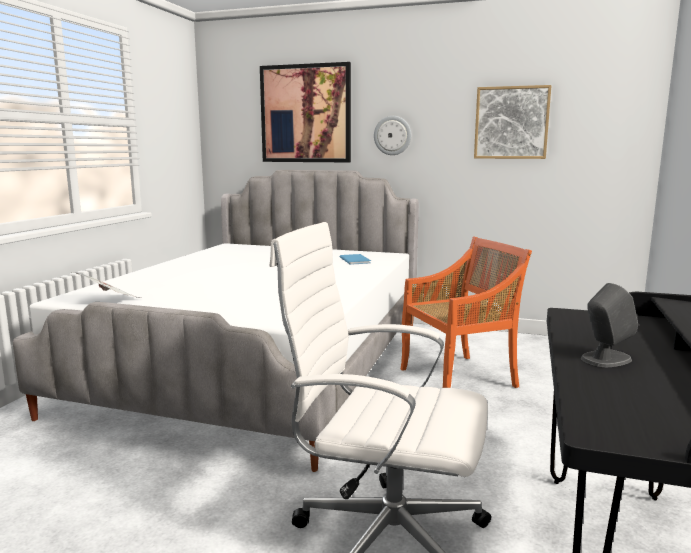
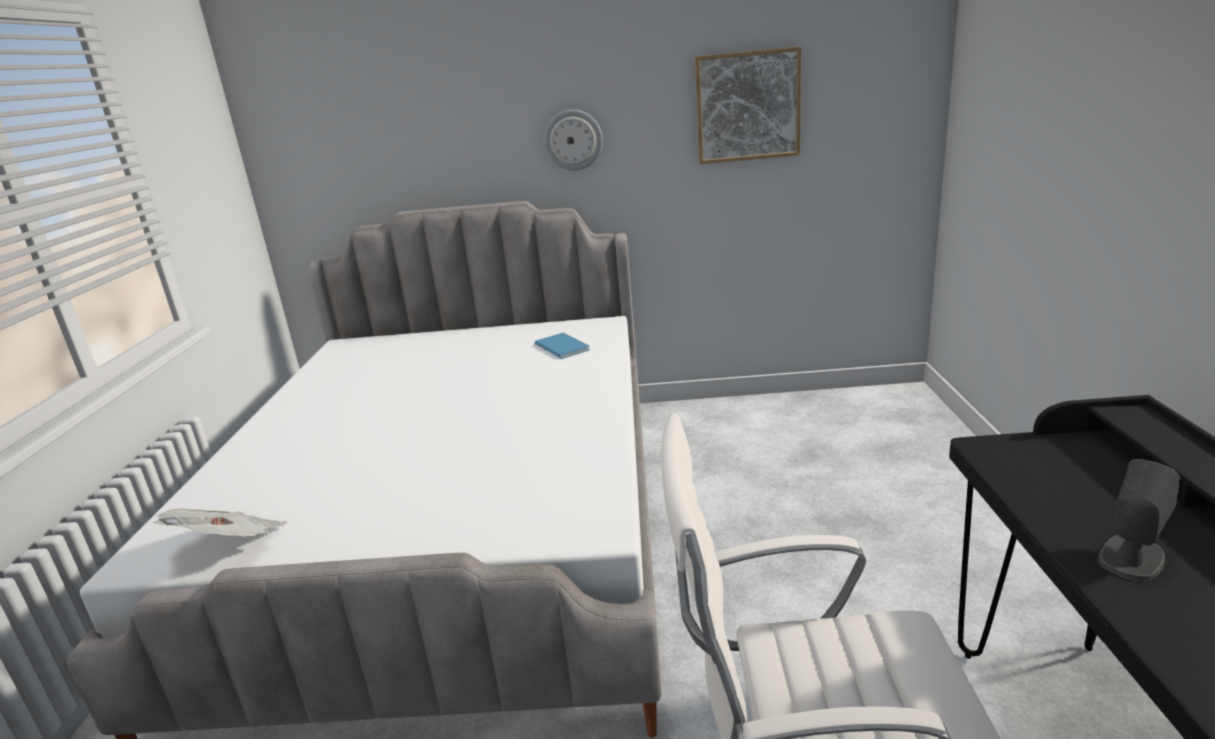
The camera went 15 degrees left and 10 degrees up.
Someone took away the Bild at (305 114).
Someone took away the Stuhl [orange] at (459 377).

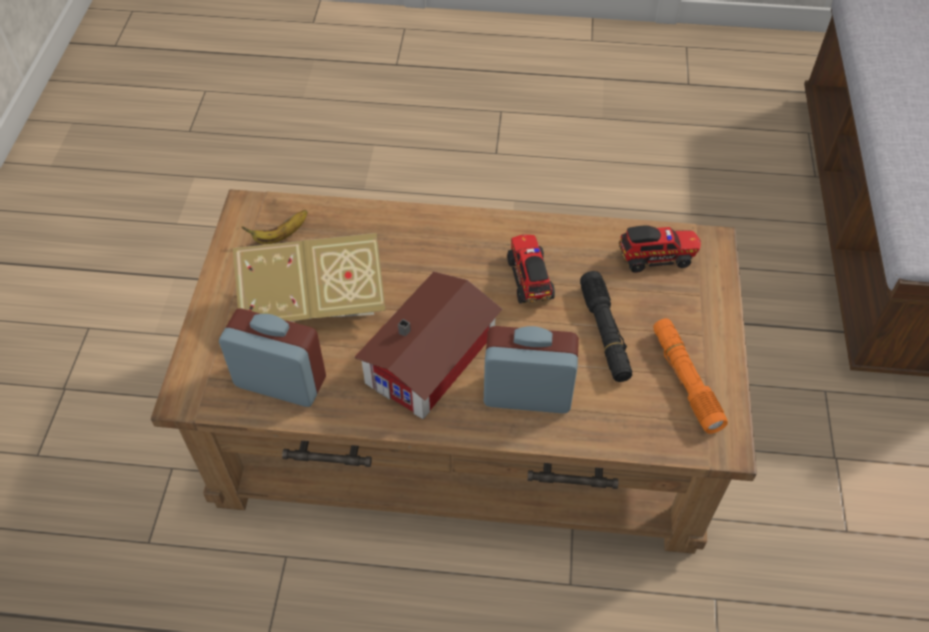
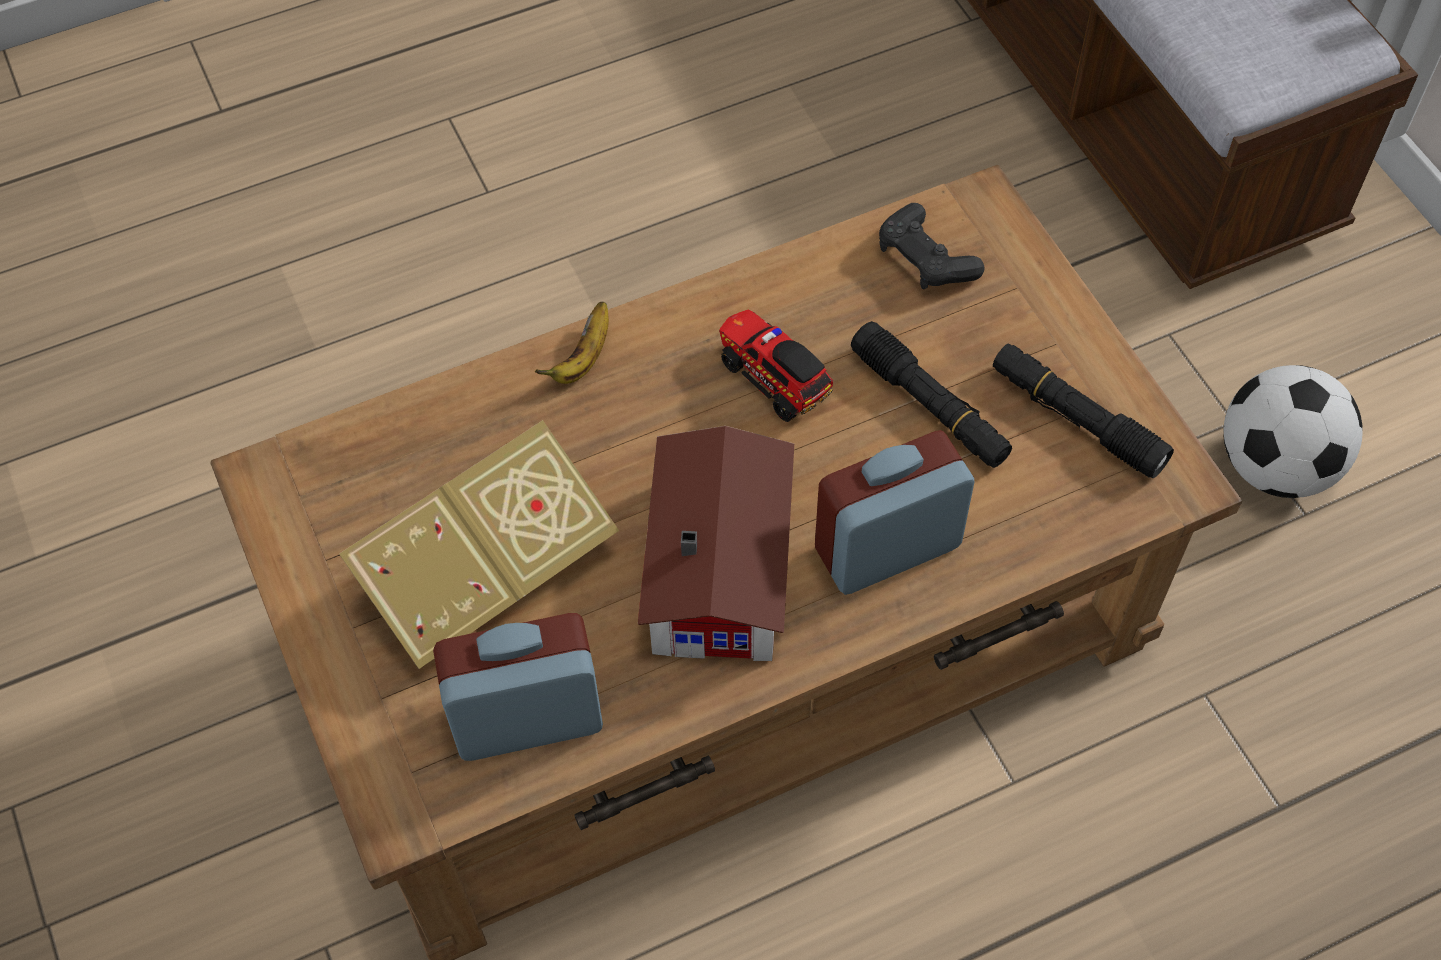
The camera went 30 degrees left and 5 degrees up.
Someone put down the Fußball at (1276 467).
Someone carried the Banane from (280 236) to (583 359).
Someone swapped the Spielzeuglaster at (657 257) for the Gamepad [schwarz] at (925 259).
Someone repainted the Taschenlampe [orange] at (685 380), which became the Taschenlampe [schwarz] at (1076 419).

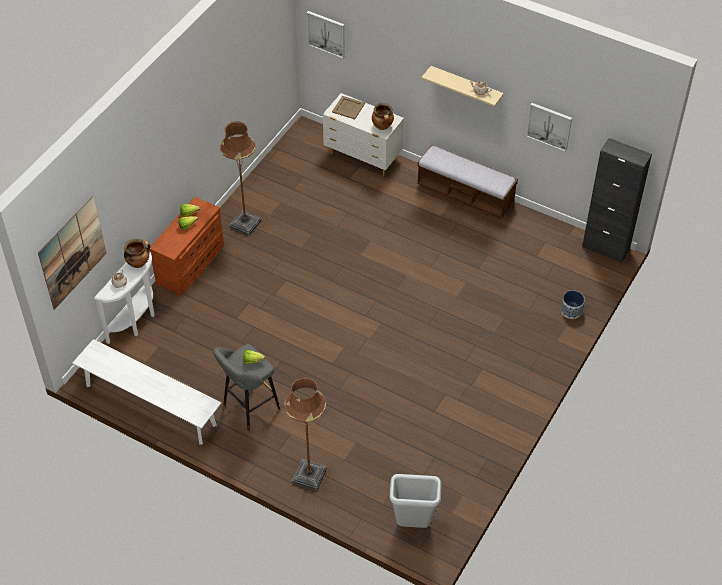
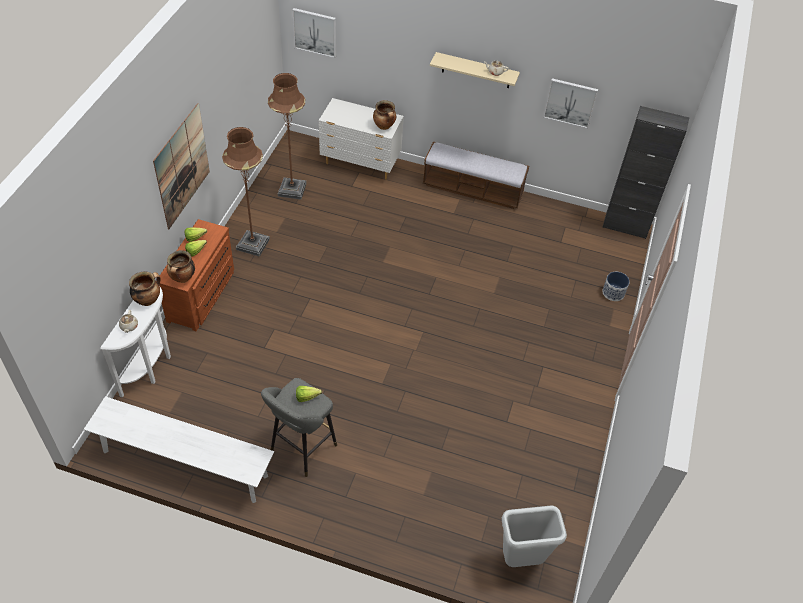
The camera went 15 degrees left and 0 degrees up.
Someone took away the Tablett [beige] at (348 108).
Someone put down the Kochtopf at (183 278).
Someone carried the Bild from (72 252) to (182 166).
Someone carried the Stehlampe [braun] from (309 475) to (292 189).

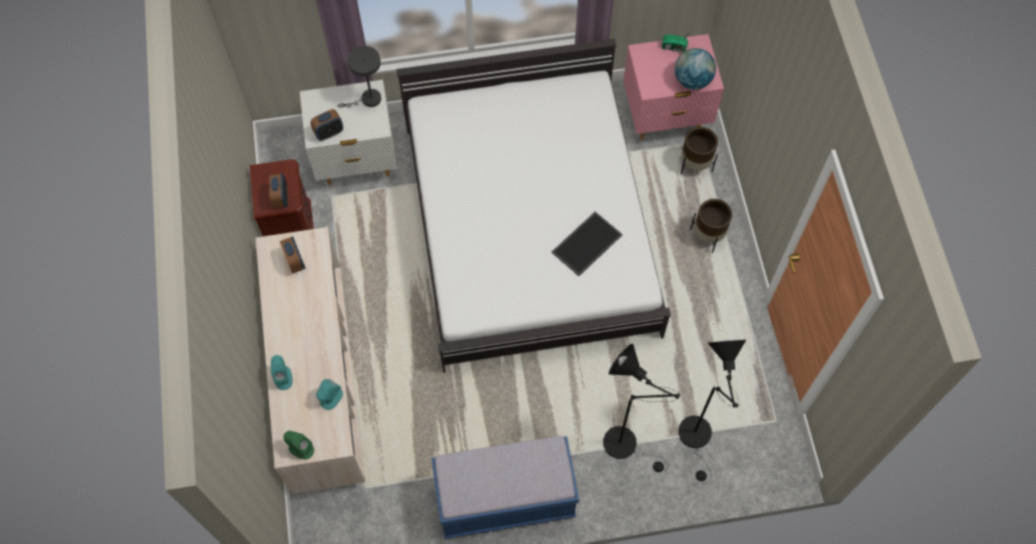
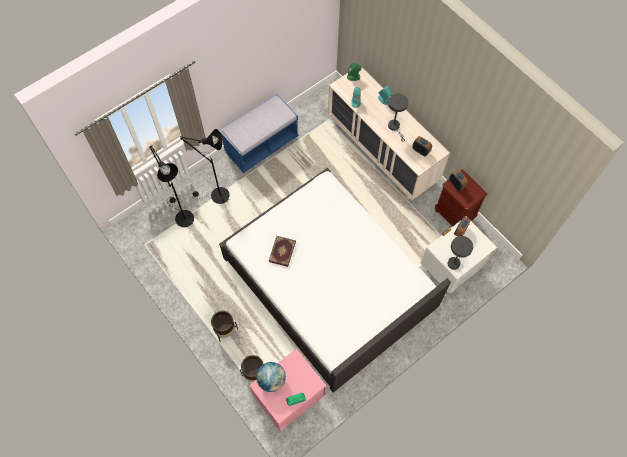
The camera went 150 degrees right and 0 degrees up.
Someone put down the Tischlampe [grau] at (395 127).
Someone swapped the Tablett at (586 242) for the Buch at (282 252).

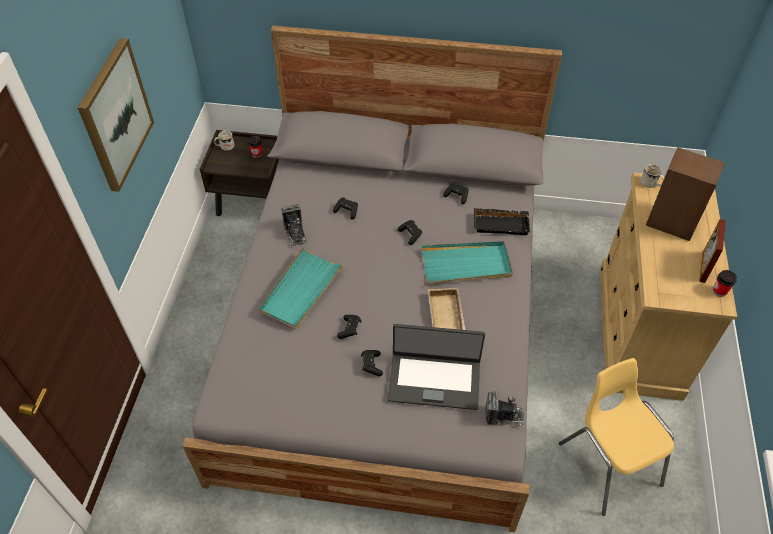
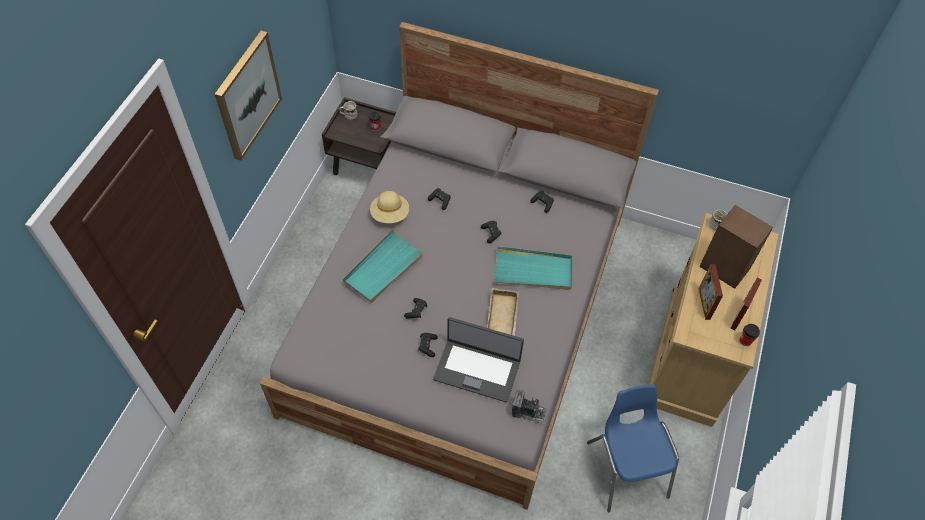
The camera went 10 degrees right and 5 degrees up.
Someone took away the Tablett [schwarz] at (501 223).
Someone put down the Bilderrahmen at (704 304).
Someone swapped the Kamera at (295 233) for the Hut [beige] at (390 214).
Someone repainted the Stuhl [gelb] at (608 463), which became the Stuhl [blau] at (626 468).

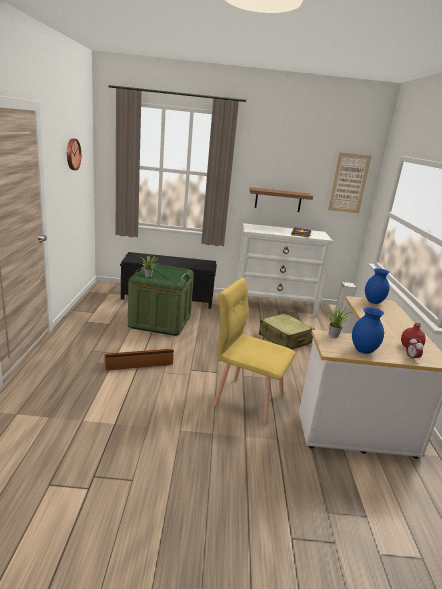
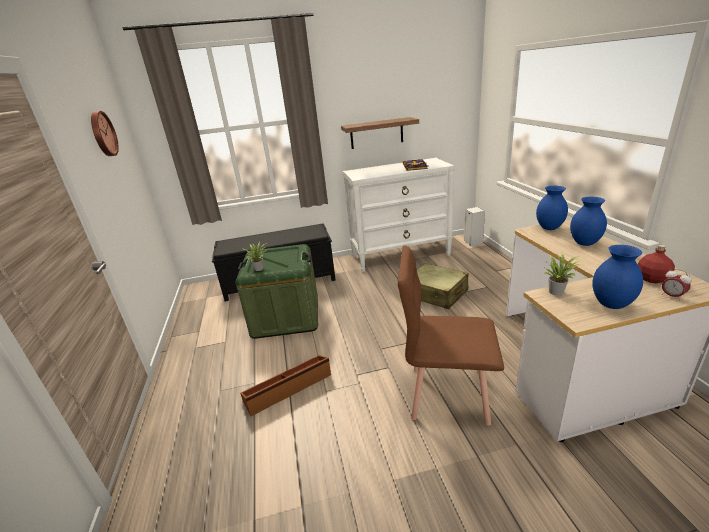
The camera went 10 degrees left and 5 degrees up.
Someone took away the Bild at (349 183).
Someone put down the Vase [blau] at (584 243).
Someone repainted the Stuhl [gelb] at (248 399), which became the Stuhl [braun] at (447 393).

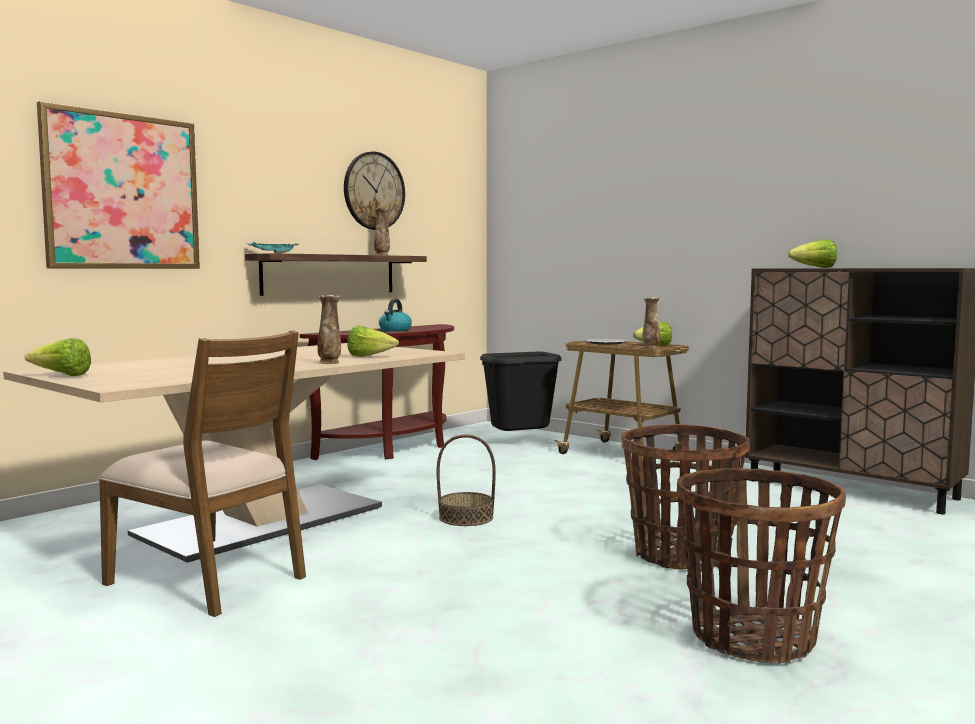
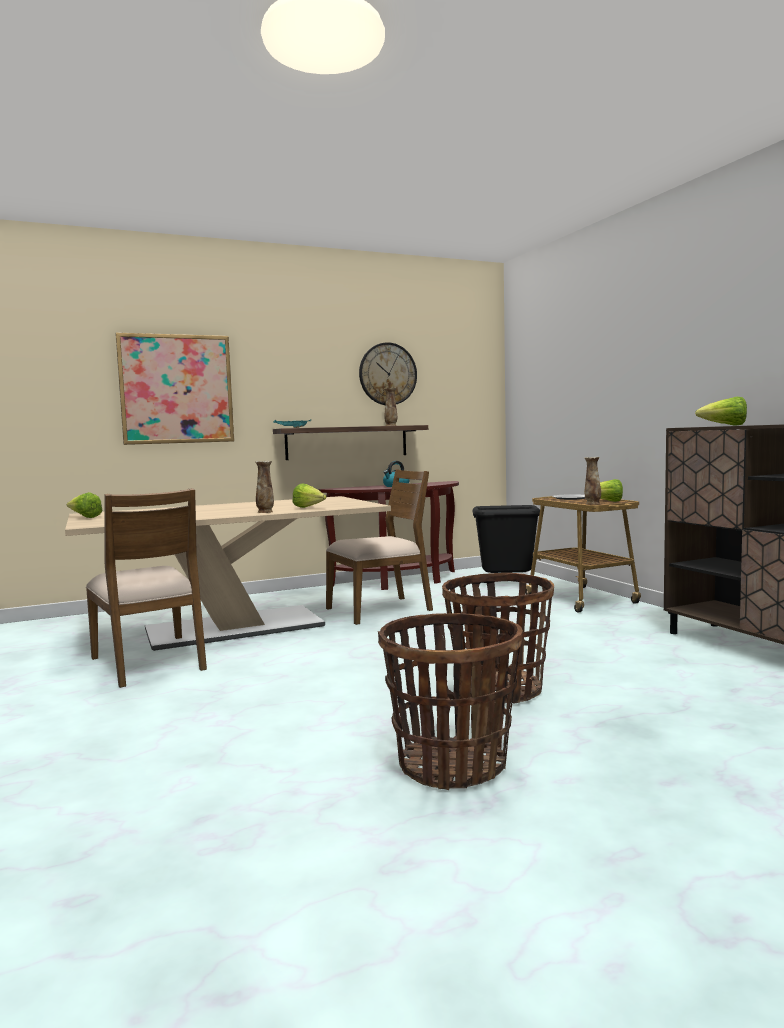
The camera went 25 degrees right and 0 degrees up.
Someone took away the Korb at (466 517).
Someone put down the Stuhl [braun] at (380 609).

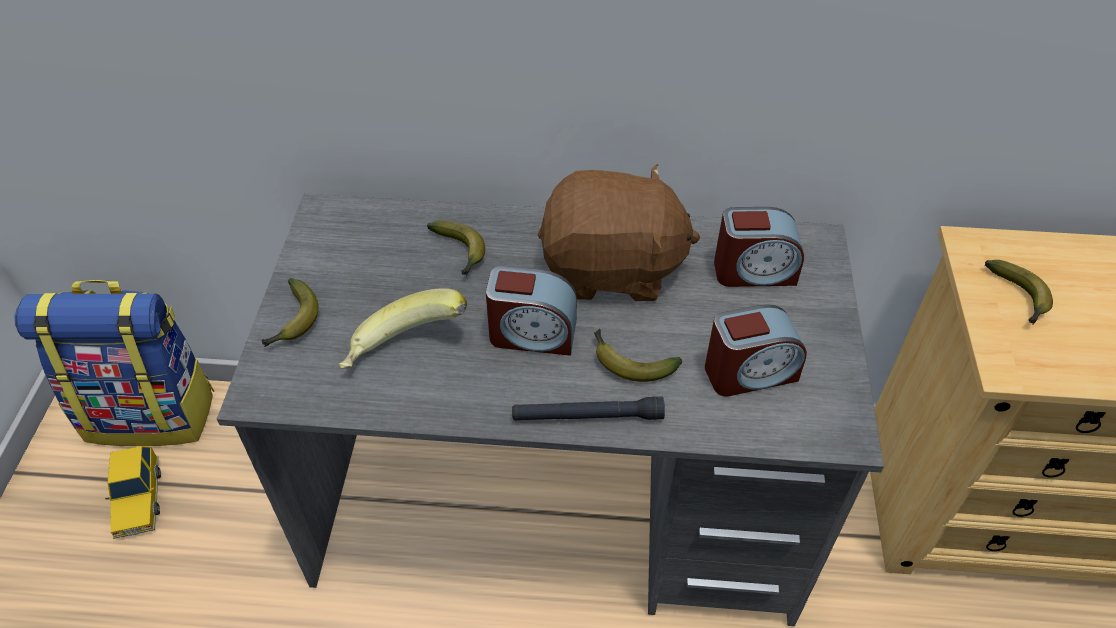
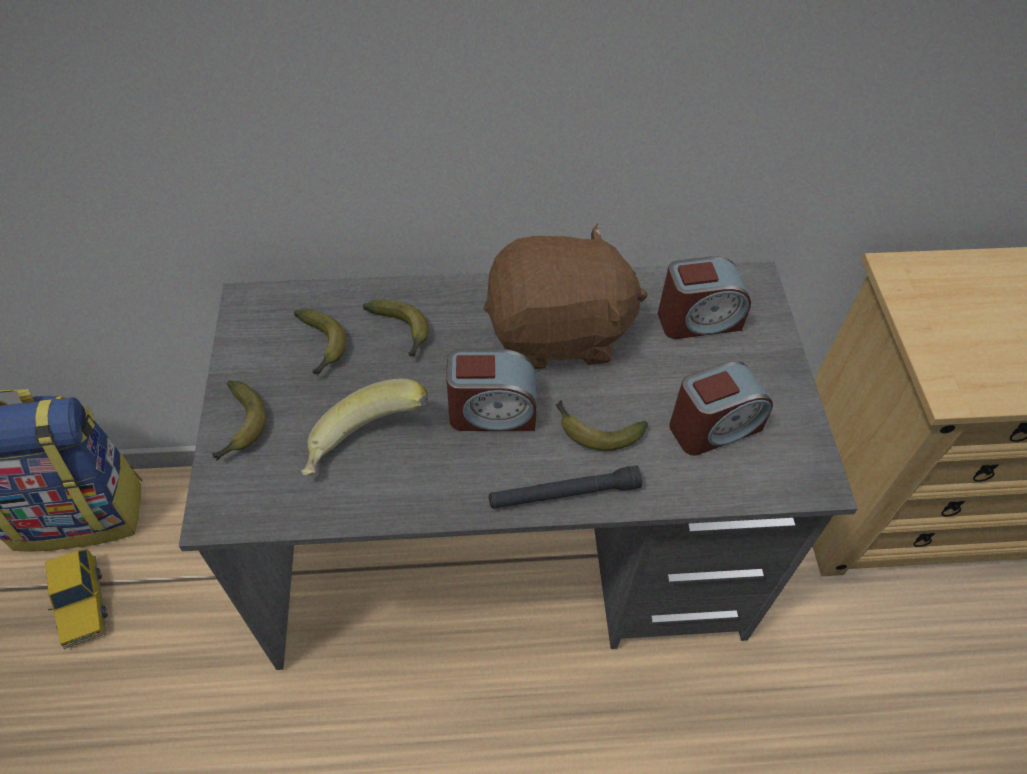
The camera went 10 degrees left and 5 degrees up.
Someone carried the Banane from (1018 298) to (321 347).

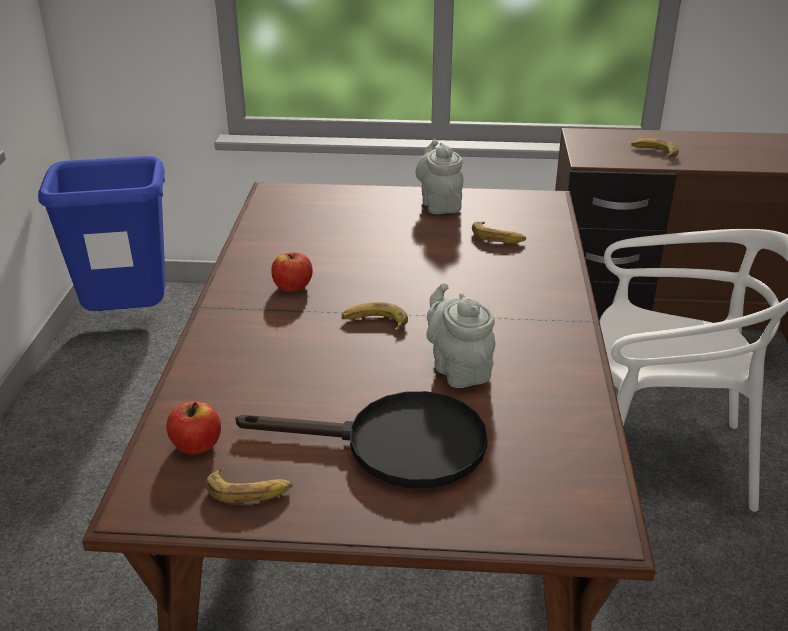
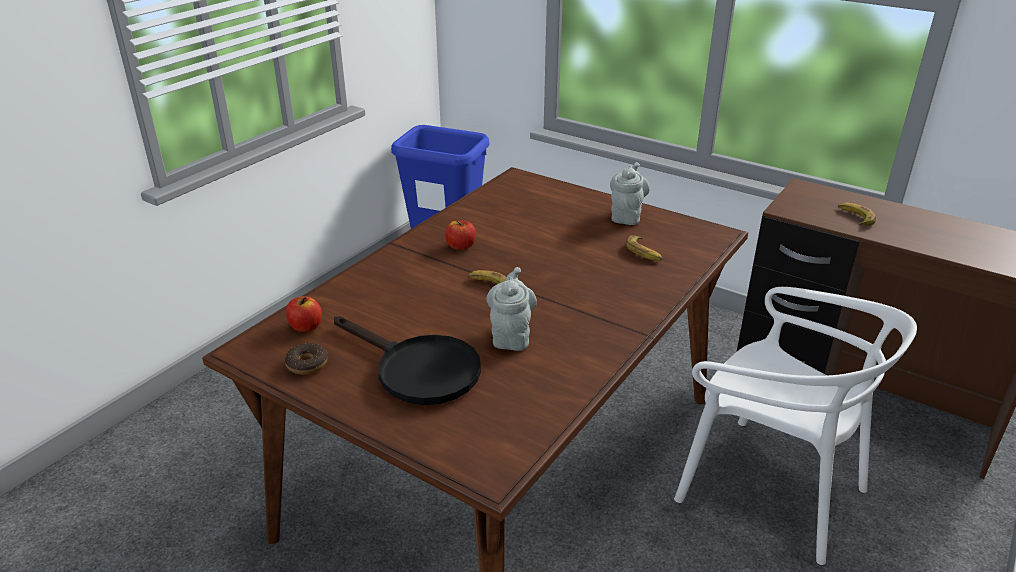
The camera went 30 degrees right and 0 degrees up.
Someone swapped the Banane at (249 491) for the Donut at (307 364).

